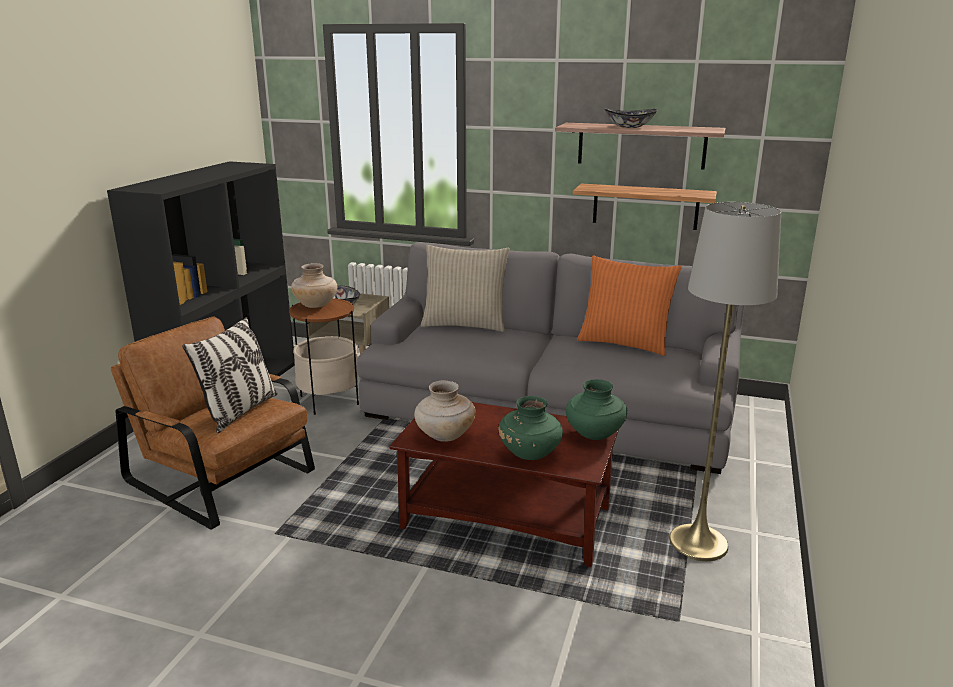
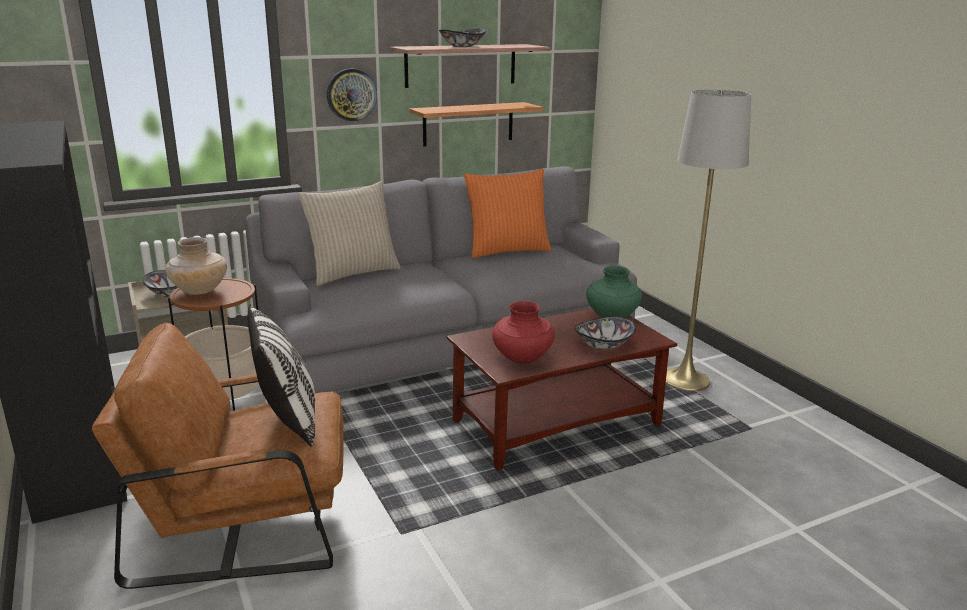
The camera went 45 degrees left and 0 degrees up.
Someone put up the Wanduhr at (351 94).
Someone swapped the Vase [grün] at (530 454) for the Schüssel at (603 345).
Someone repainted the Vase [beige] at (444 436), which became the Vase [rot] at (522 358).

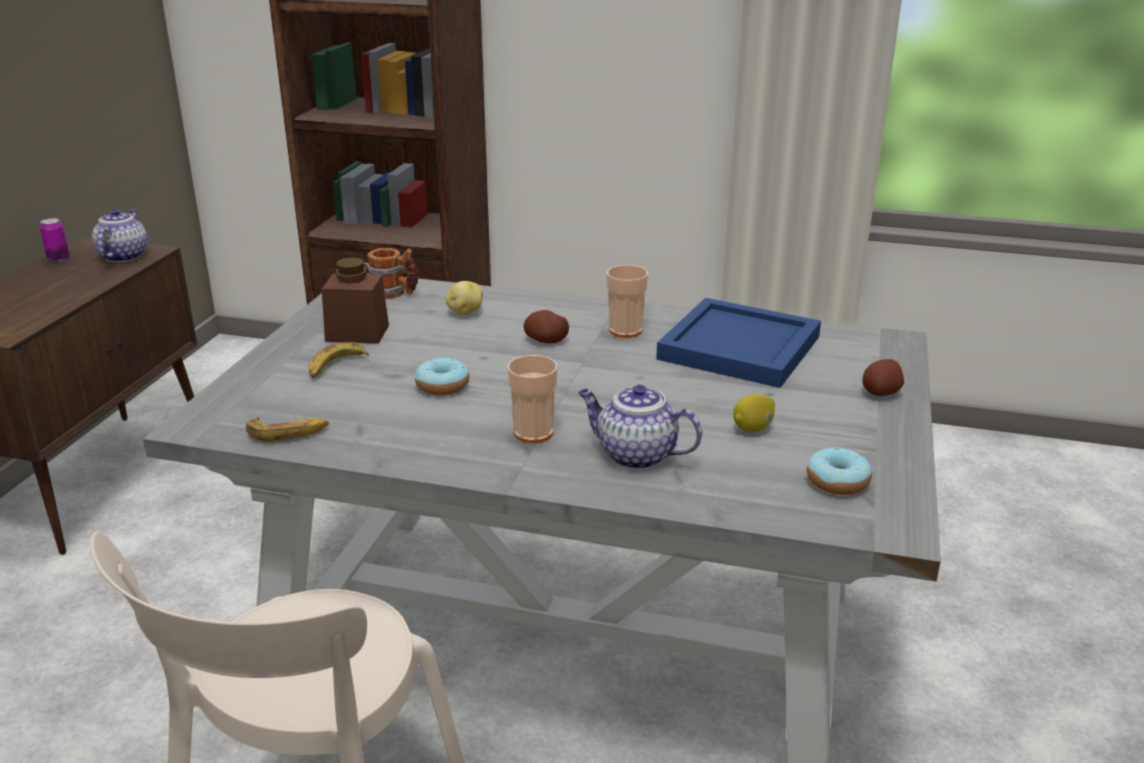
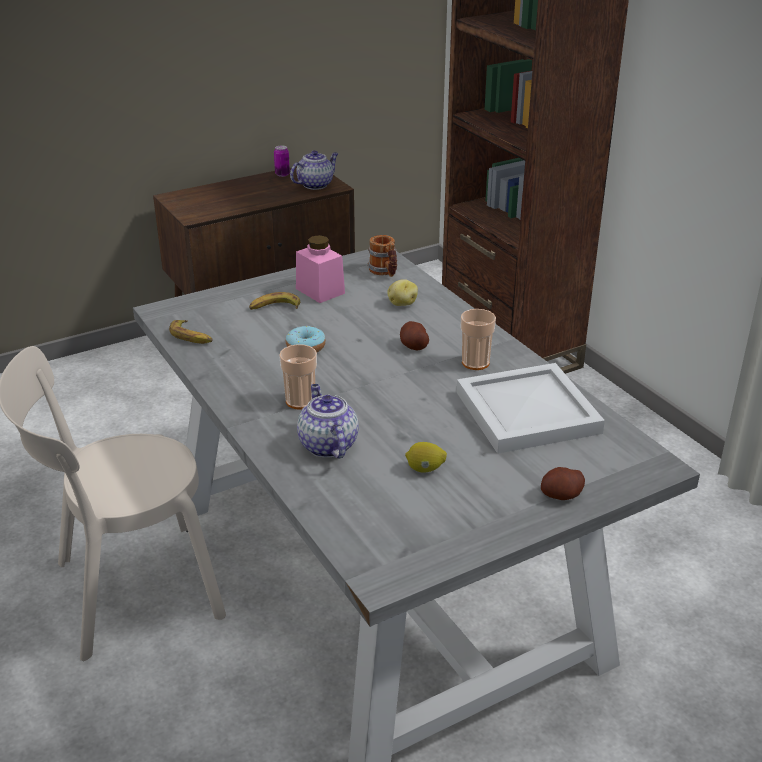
The camera went 45 degrees right and 5 degrees up.
Someone took away the Donut at (837 482).
Someone repainted the Vorratsglas [braun] at (357 333), which became the Vorratsglas [rosa] at (320 291).
Someone repainted the Tablett [blau] at (736 348), which became the Tablett [weiß] at (525 411).

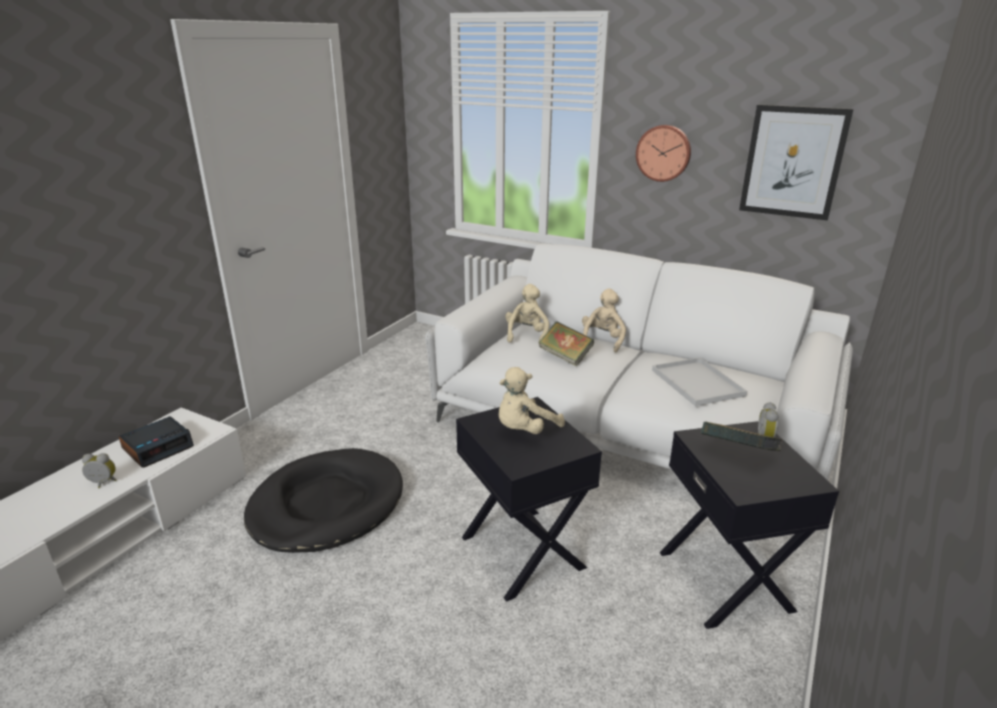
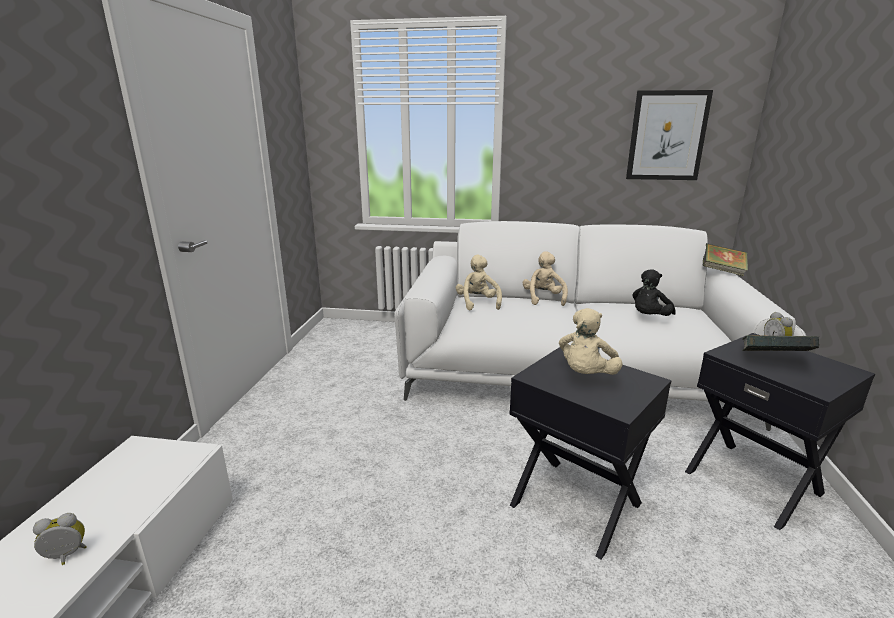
The camera went 20 degrees left and 5 degrees down.
Someone took away the Wecker at (158 447).
Someone took away the Hundebett [schwarz] at (326 505).
Someone took away the Wanduhr at (663 153).
Someone carried the Buch from (565 357) to (722 271).
Someone swapped the Tablett [weiß] at (695 382) for the Plüschtier [schwarz] at (649 317).

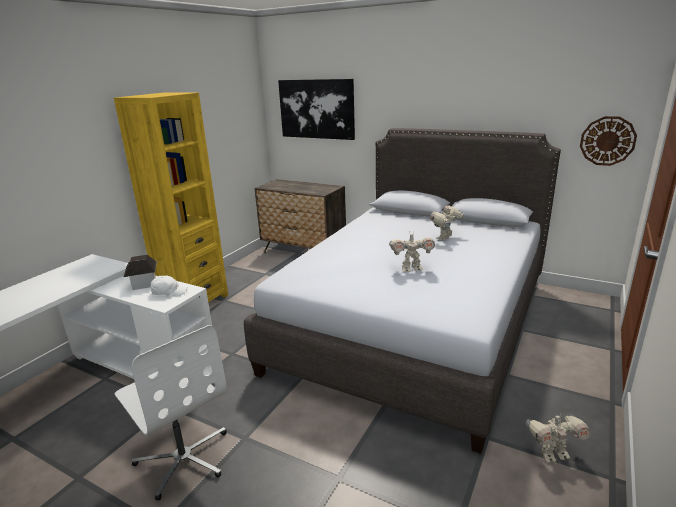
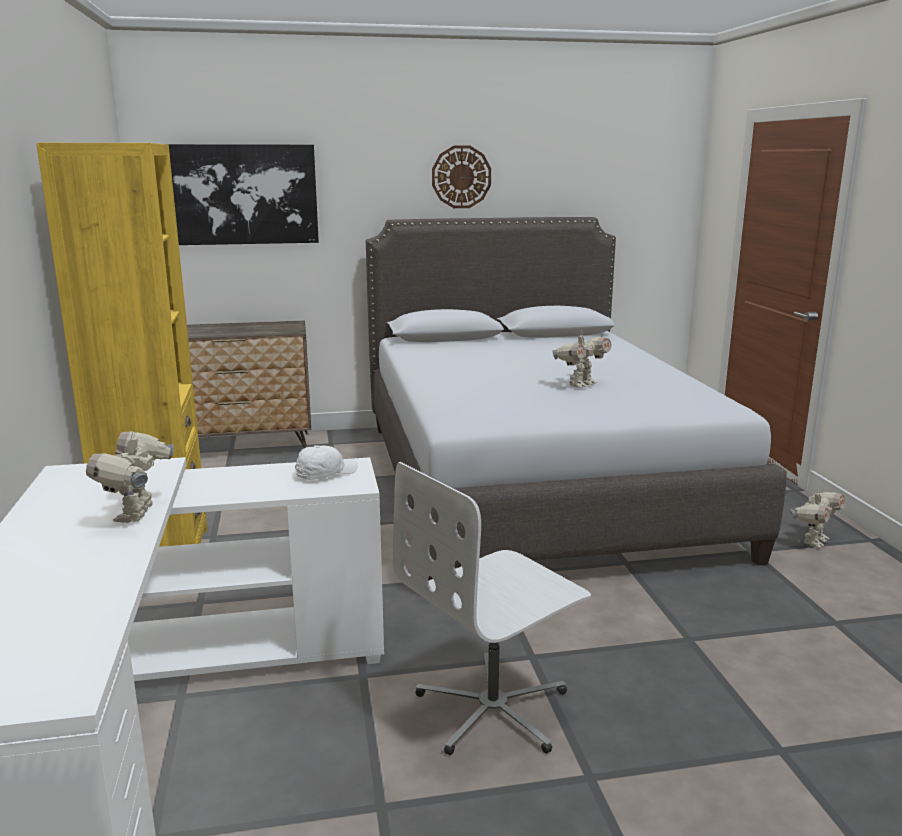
The camera went 40 degrees left and 5 degrees down.
Someone took away the Spielzeughaus at (144 283).
Someone carried the Spielzeugroboter from (445 238) to (138 515).
Someone carried the Wanduhr from (607 141) to (461 177).
Someone rotated the Bürostuhl [weiß] at (184 458) by 135 degrees clockwise.

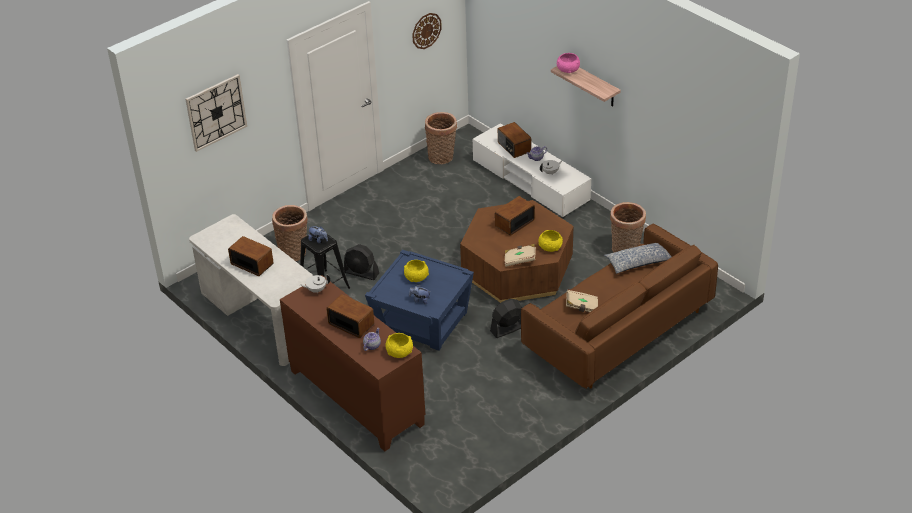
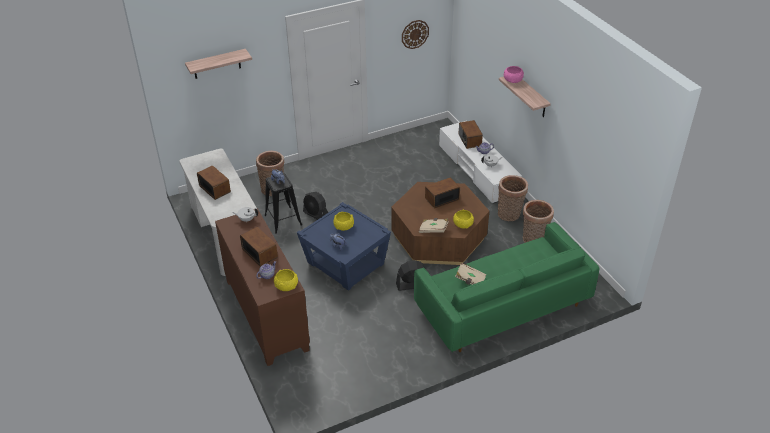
The camera went 15 degrees right and 0 degrees up.
Someone took away the Kissen at (639 262).
Someone carried the Korb from (442 157) to (510 215).
Someone swapped the Wanduhr at (216 112) for the Wandregal at (216 64).
Someone repainted the Sofa [braun] at (617 330), which became the Sofa [grün] at (502 306).

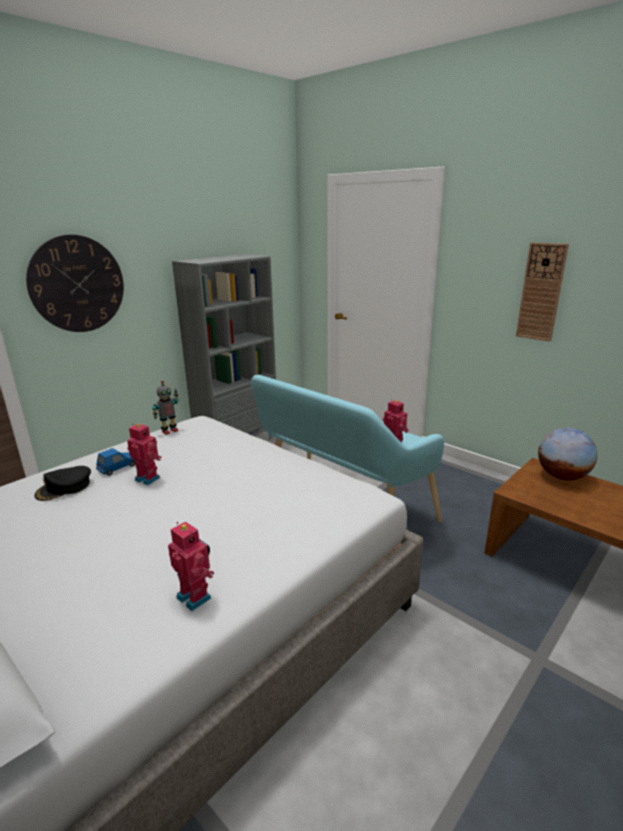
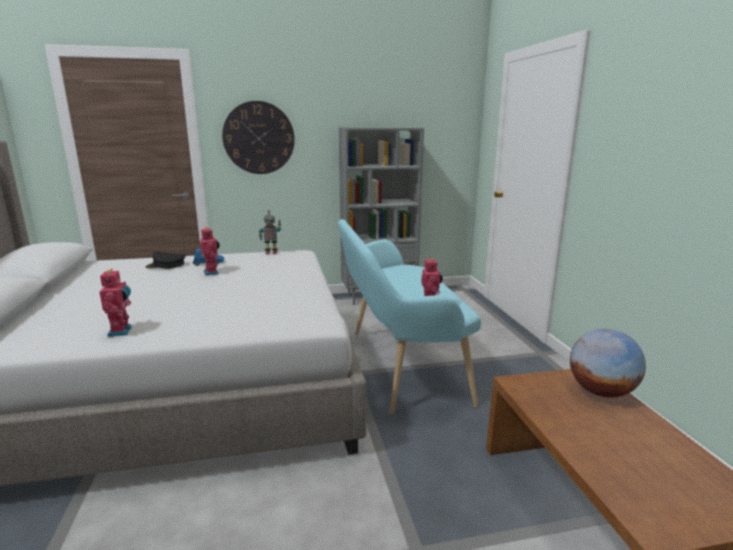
The camera went 35 degrees right and 5 degrees down.
Someone took away the Wanduhr at (541 292).

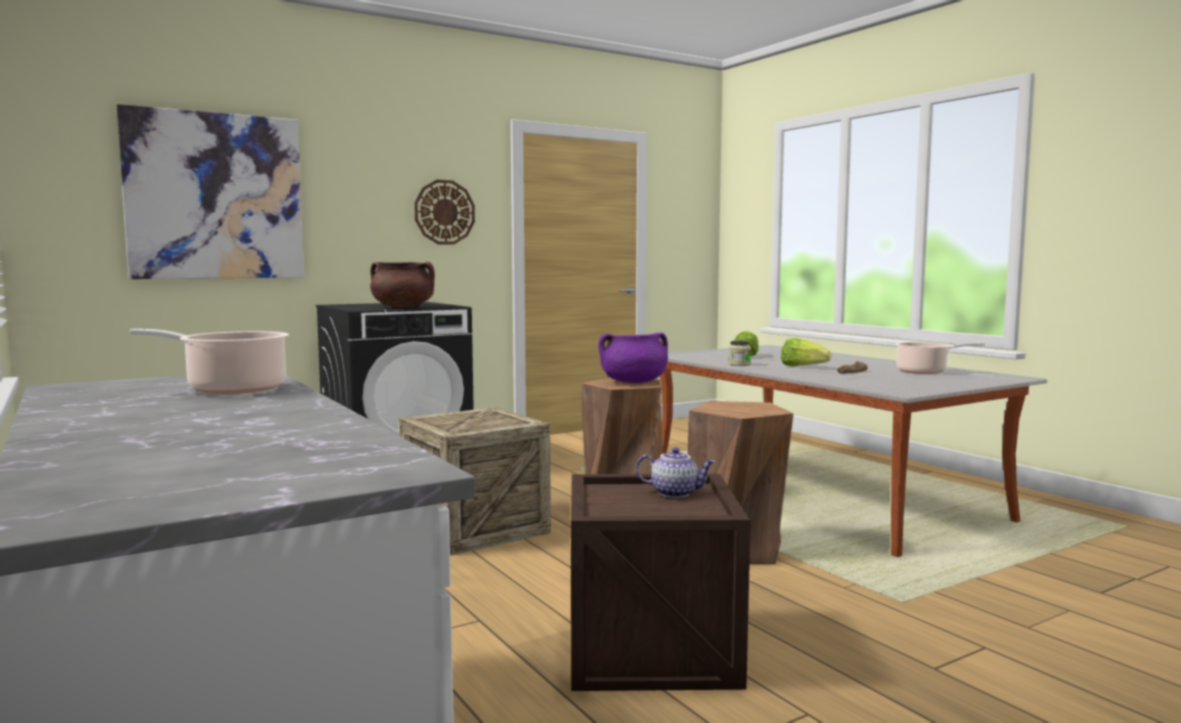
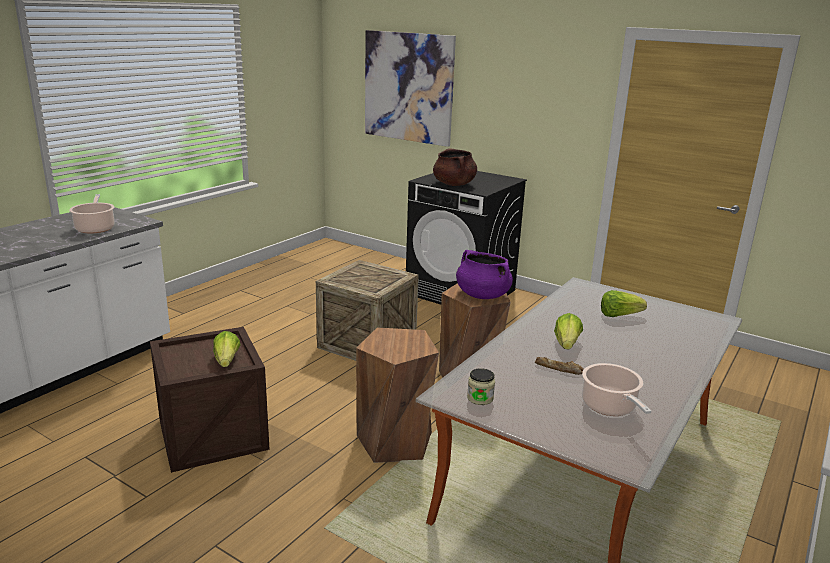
The camera went 65 degrees right and 15 degrees up.
Someone took away the Wanduhr at (444 212).
Someone carried the Vorratsglas from (739 364) to (480 398).
Someone swapped the Teekanne at (675 493) for the Salatkopf at (227 361).

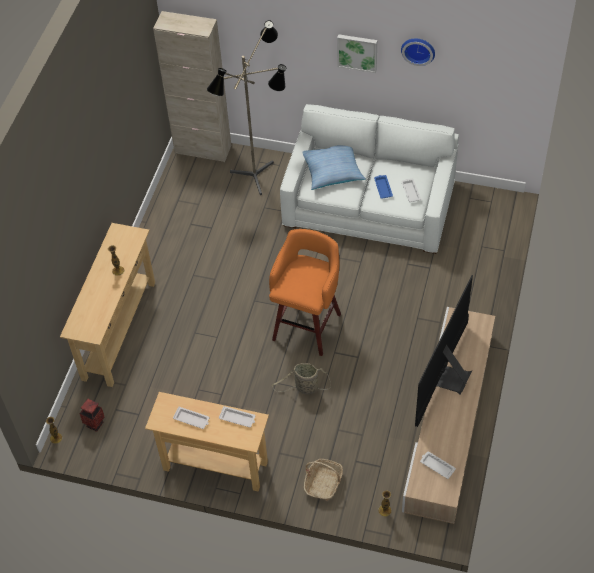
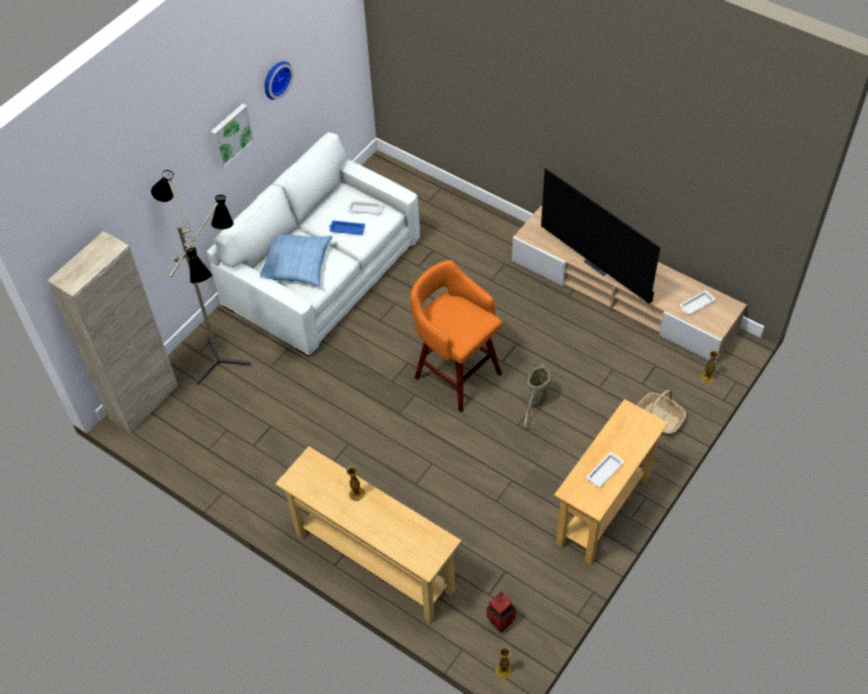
The camera went 70 degrees left and 0 degrees up.
Someone took away the Tablett [weiß] at (238 418).

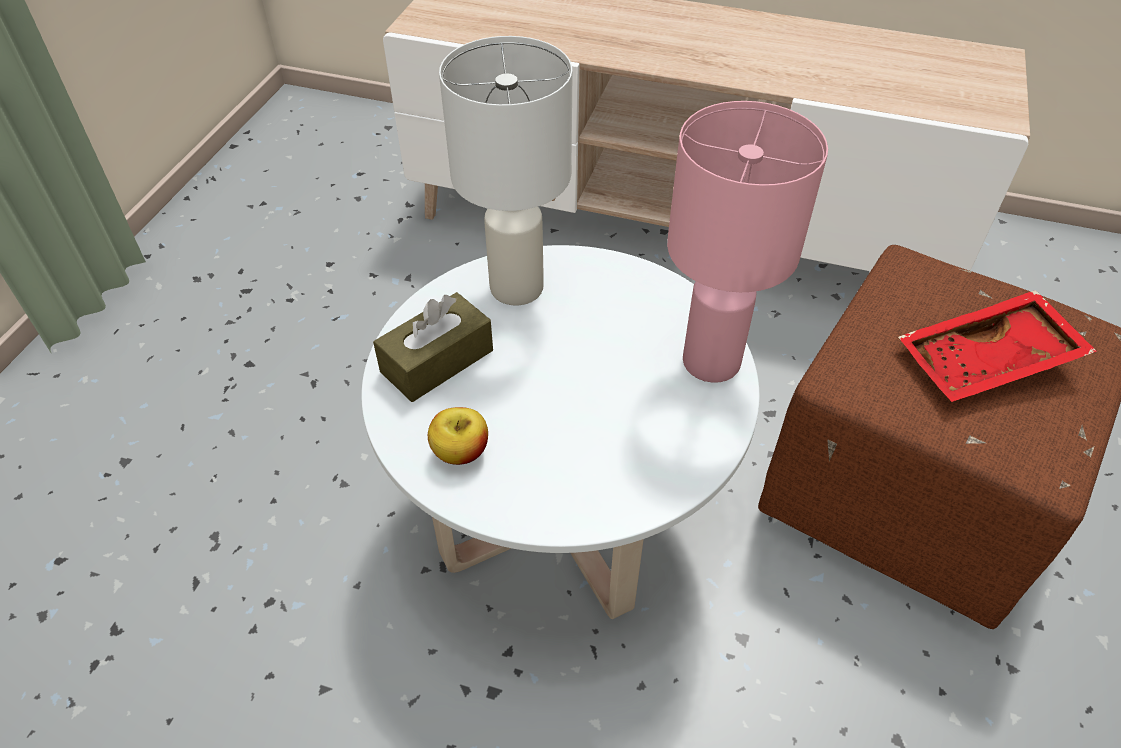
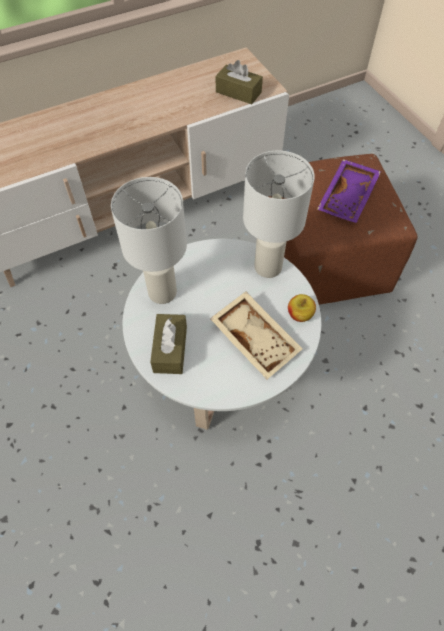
The camera went 45 degrees left and 10 degrees up.
Someone put down the Tablett [beige] at (256 338).
Someone put down the Taschentuchbox [braun] at (238 92).
Someone carried the Apfel from (460 452) to (300 315).
Someone repainted the Tischlampe [rosa] at (710 360), which became the Tischlampe [weiß] at (267 266).
Someone repainted the Tablett [rot] at (988 363), which became the Tablett [lila] at (348 198).

